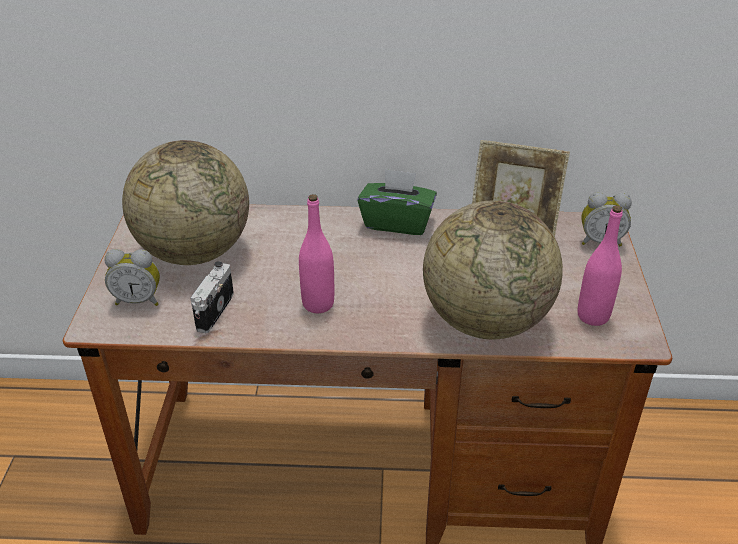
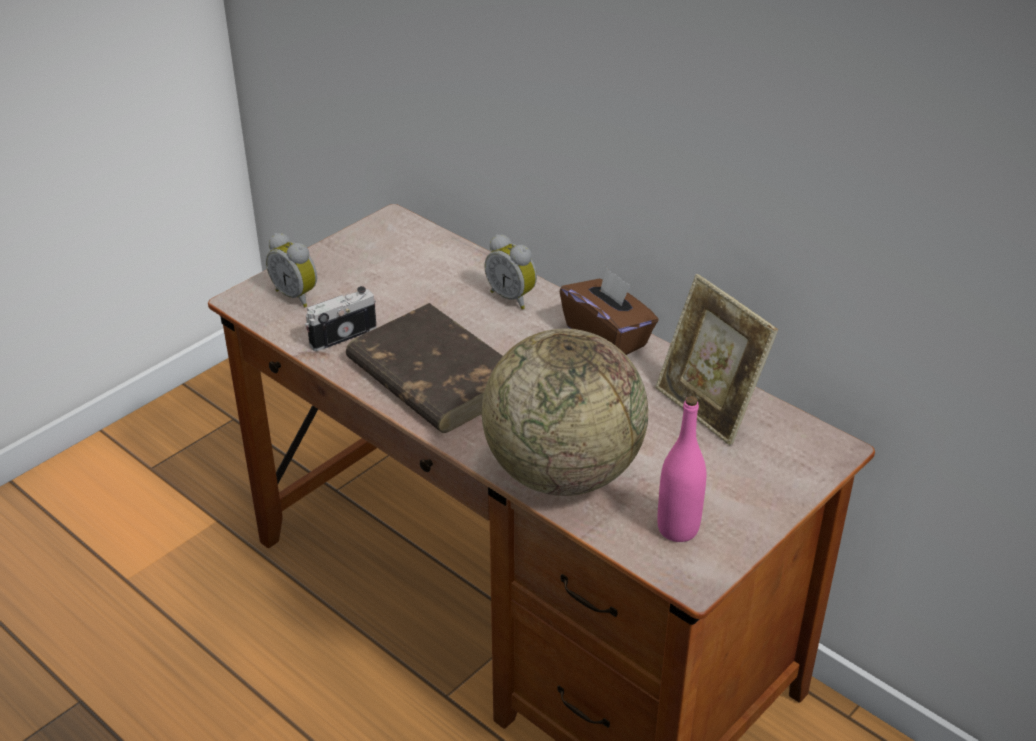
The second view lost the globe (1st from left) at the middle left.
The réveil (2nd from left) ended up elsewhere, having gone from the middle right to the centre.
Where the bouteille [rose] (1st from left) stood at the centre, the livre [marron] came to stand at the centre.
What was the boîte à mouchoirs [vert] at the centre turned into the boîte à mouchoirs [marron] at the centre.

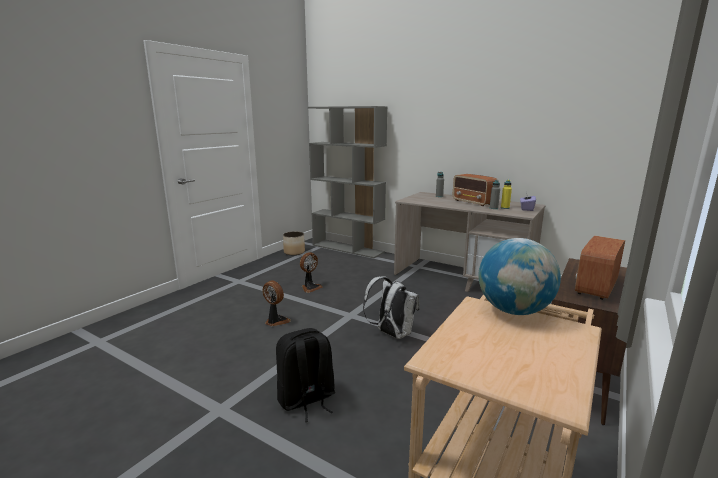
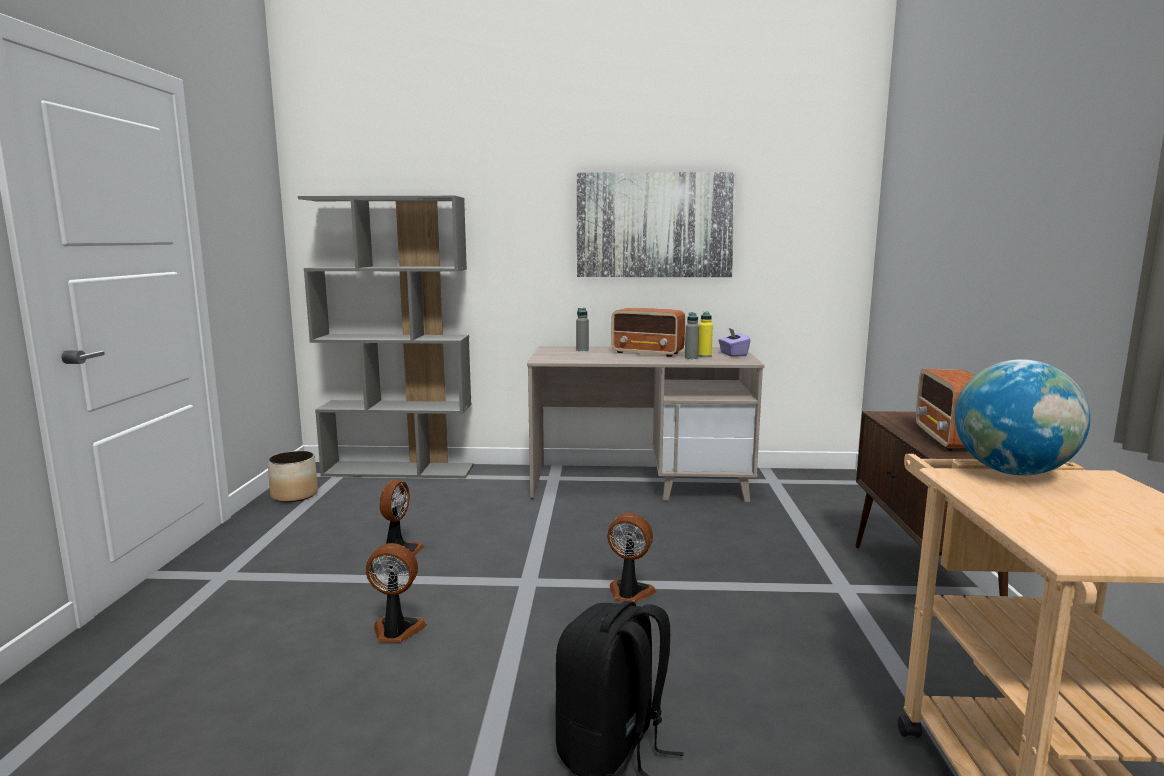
The second view gained the tableau at the top centre.
Where the sac à dos [blanc] stood at the centre, the ventilateur (3rd from left) came to stand at the bottom centre.

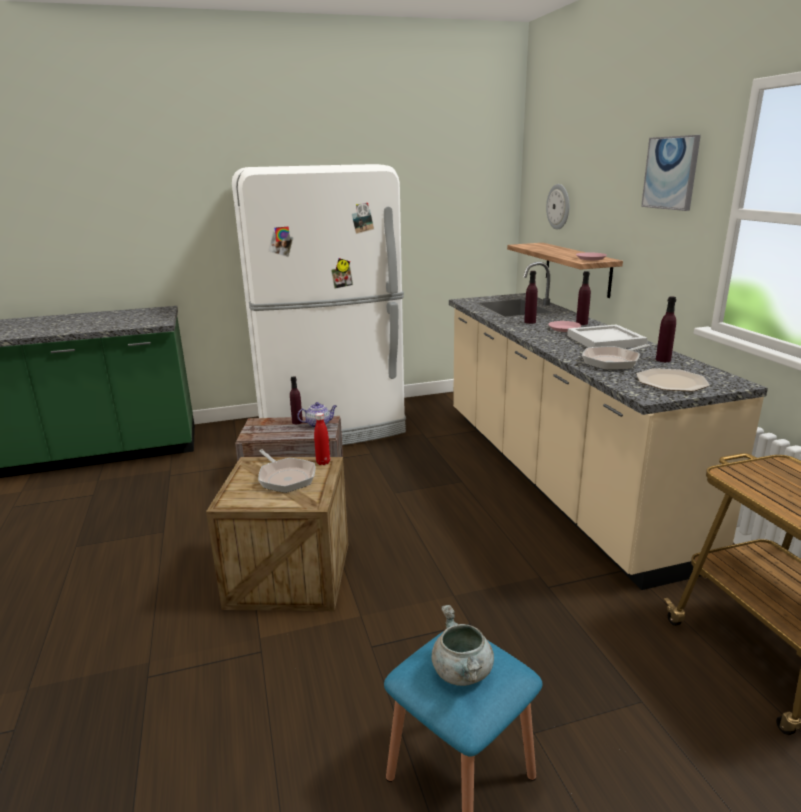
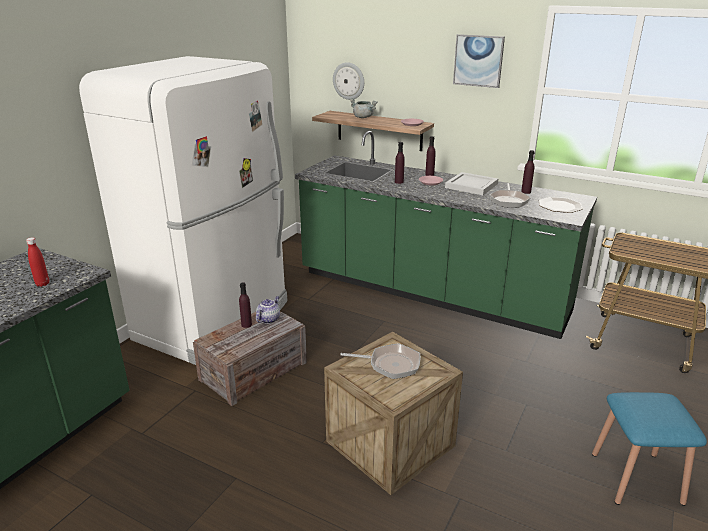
The bouteille [rouge] ended up elsewhere, having gone from the centre to the middle left.
The marmite [gris] ended up elsewhere, having gone from the bottom centre to the top centre.
What was the comptoir de cuisine [beige] at the middle right turned into the comptoir de cuisine [vert] (2nd from left) at the centre.

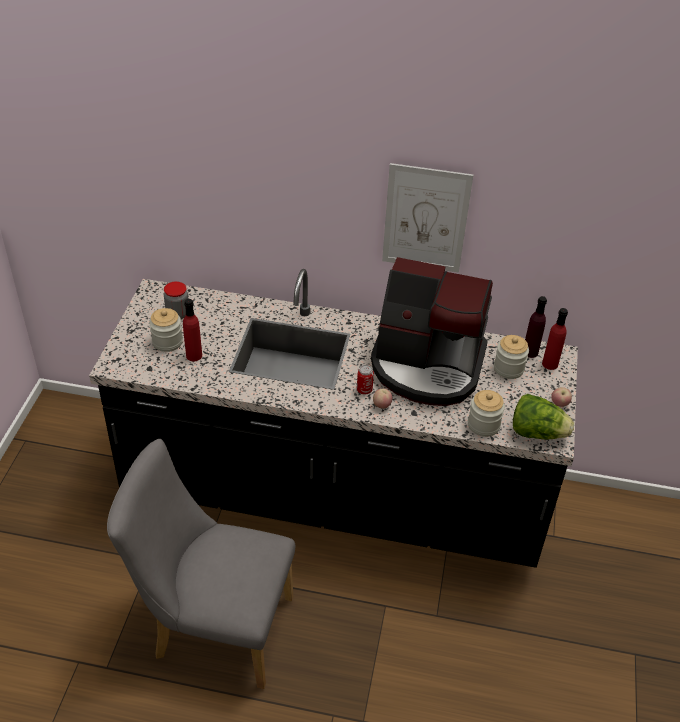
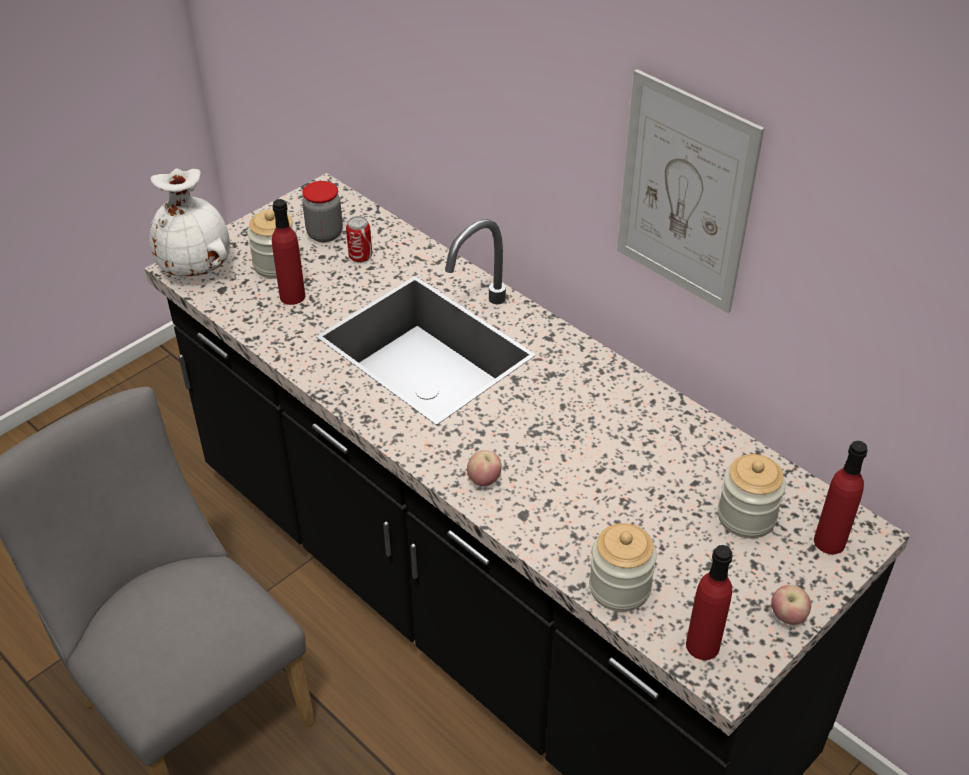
The second view lost the machine à café at the centre.
The second view lost the bouteille [violet] at the middle right.
The second view gained the vase [blanc] at the top left.
The boîte métallique ended up elsewhere, having gone from the centre to the top centre.
Where the laitue stood at the middle right, the bouteille [rouge] (2nd from left) came to stand at the bottom right.

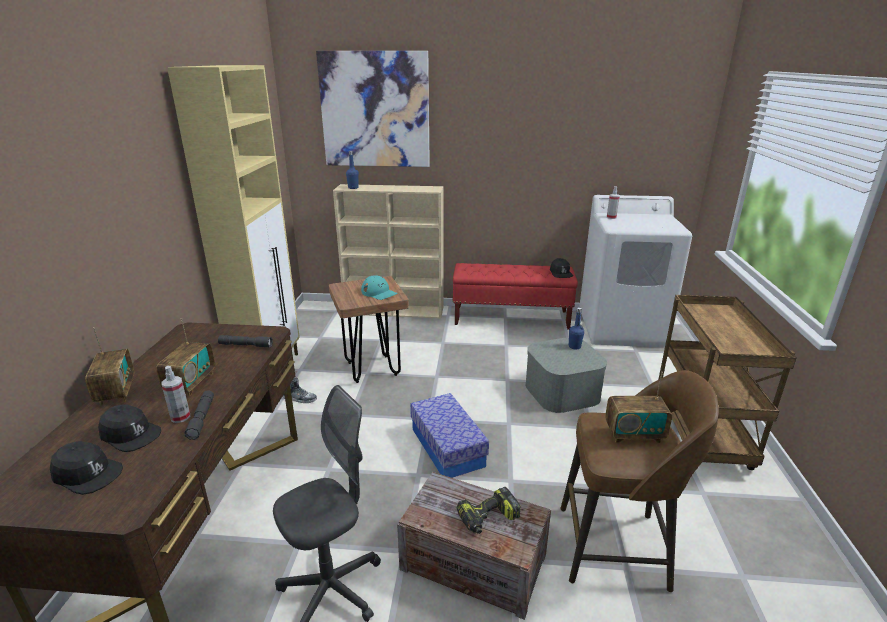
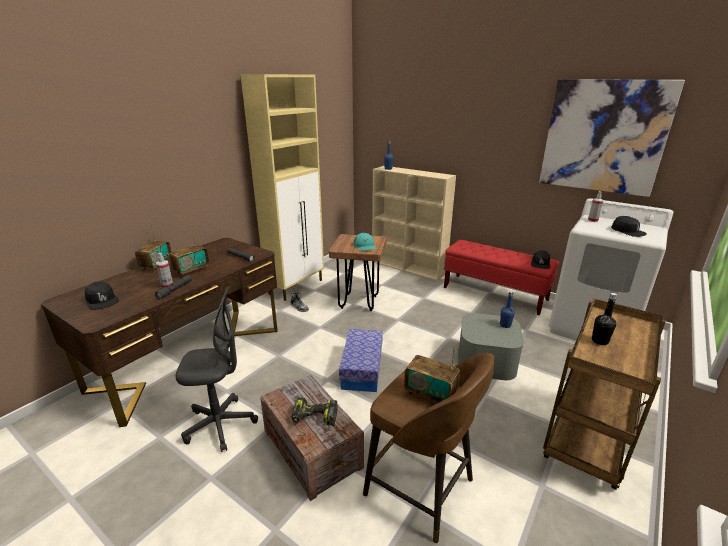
The second view gained the bouteille [noir] at the middle right.
The casquette [noir] (2nd from left in the first image) ended up elsewhere, having gone from the bottom left to the middle right.
The tableau ended up elsewhere, having gone from the top centre to the top right.

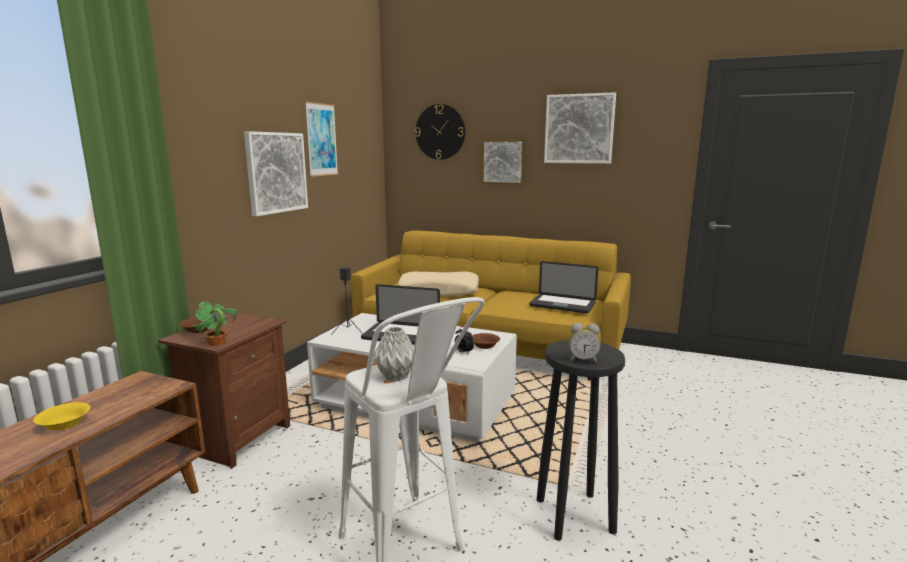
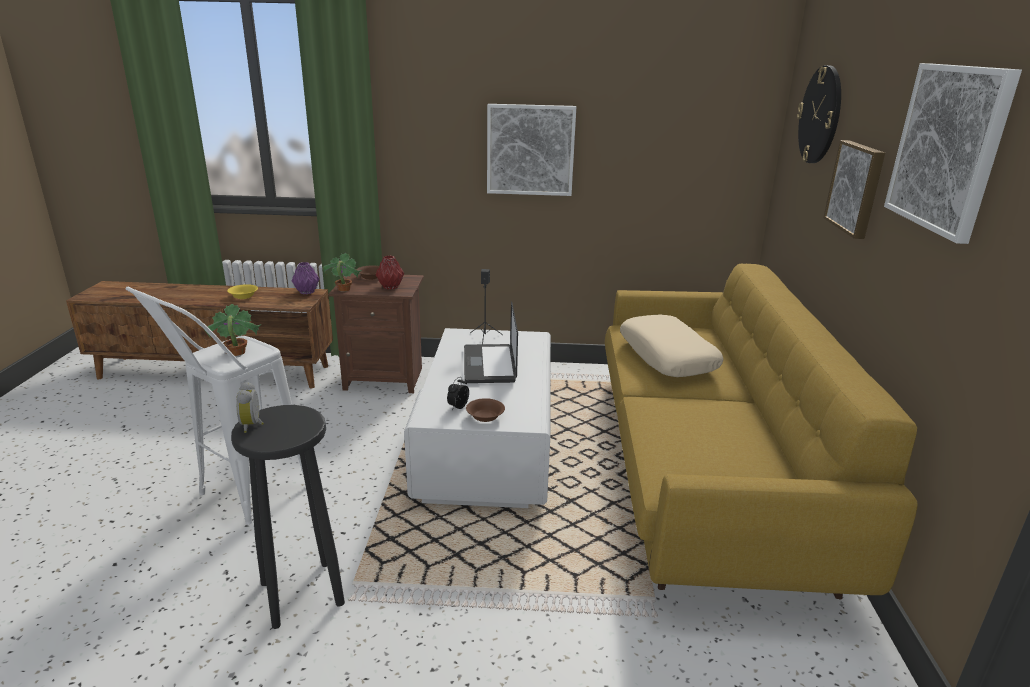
The second view lost the tableau (2nd from left) at the top centre.
The second view lost the ordinateur portable (2nd from left) at the centre.
The second view gained the vase [violet] at the middle left.
The second view gained the vase [rouge] at the centre.
Where the vase [gris] stood at the centre, the plante en pot (1st from left) came to stand at the middle left.

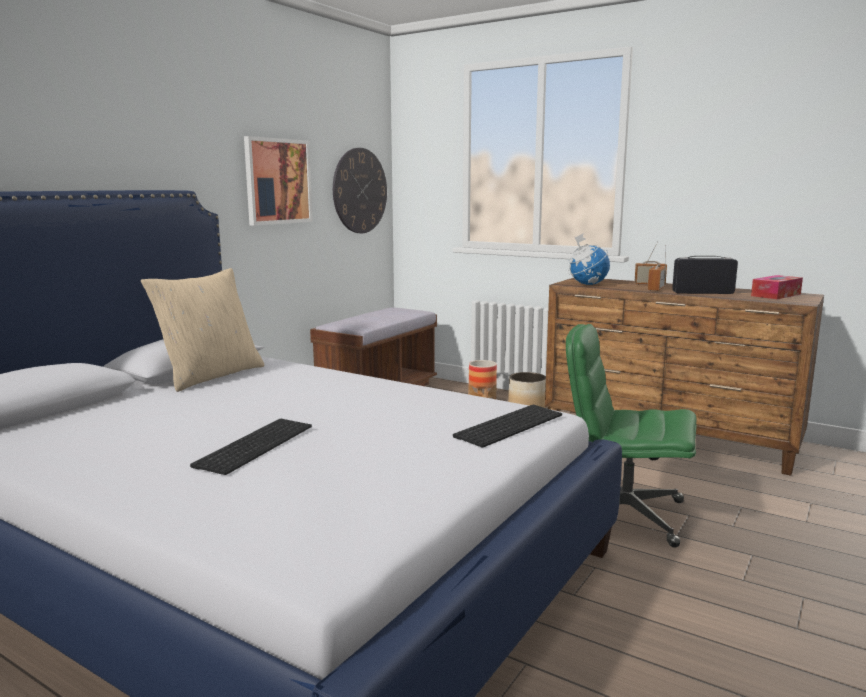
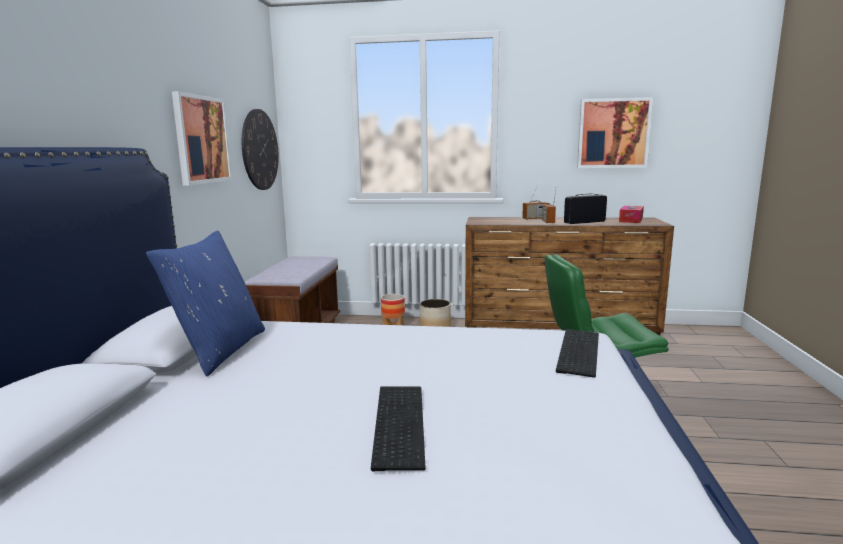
The second view lost the globe at the middle right.
The second view gained the tableau (2nd from left) at the top right.
What was the coussin [beige] at the middle left turned into the coussin [bleu] at the middle left.

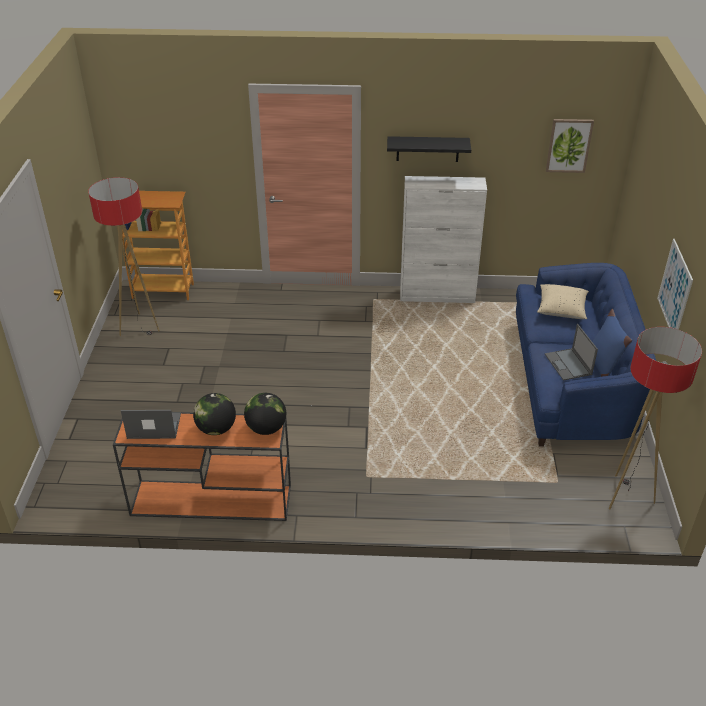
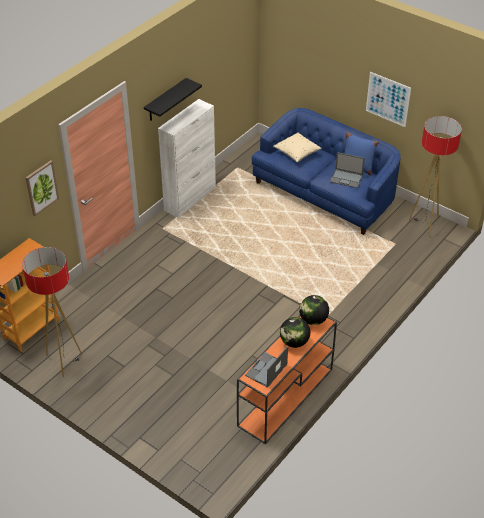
The tableau (1st from left) ended up elsewhere, having gone from the top right to the middle left.

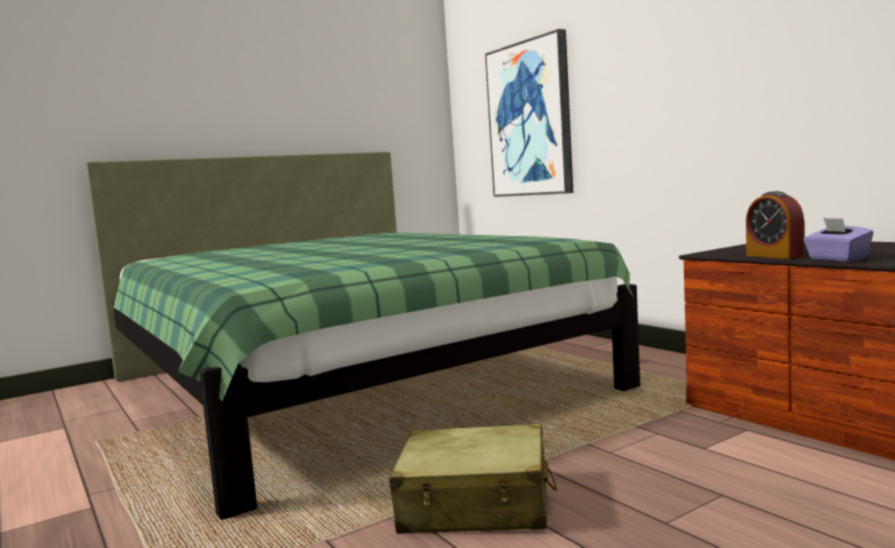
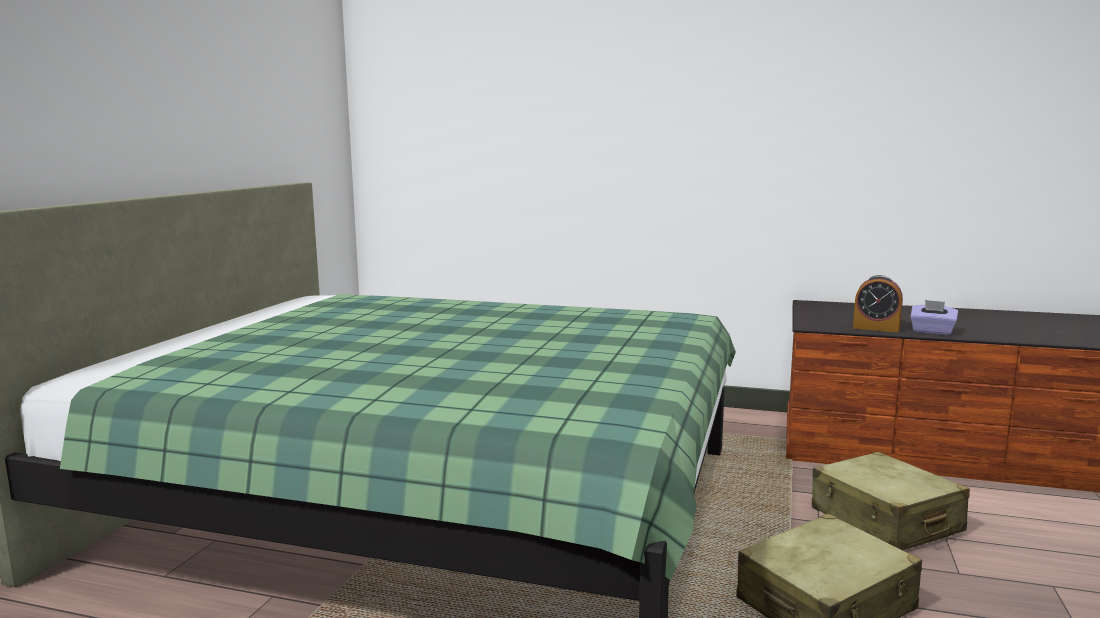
The second view lost the tableau at the top centre.
The second view gained the valise [beige] (2nd from left) at the bottom right.

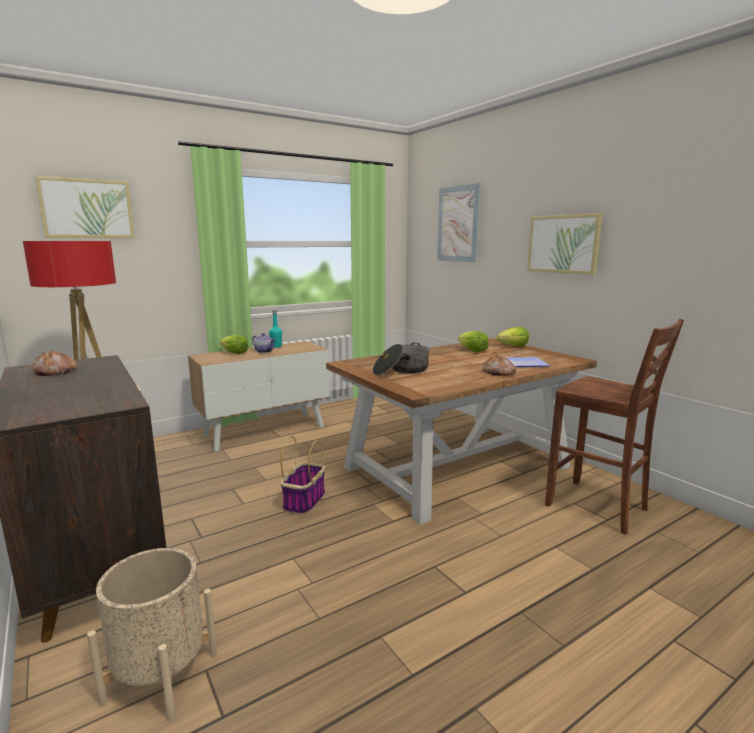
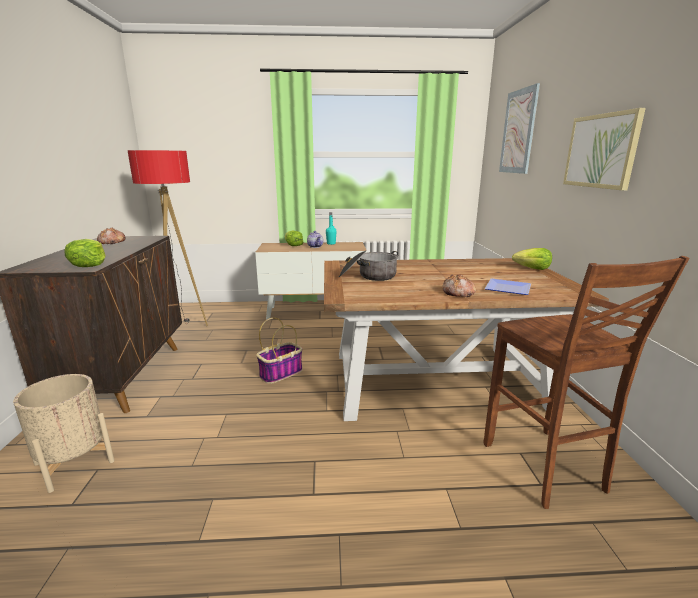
The second view lost the tableau (1st from left) at the top left.
The laitue (2nd from left in the first image) ended up elsewhere, having gone from the centre to the middle left.

